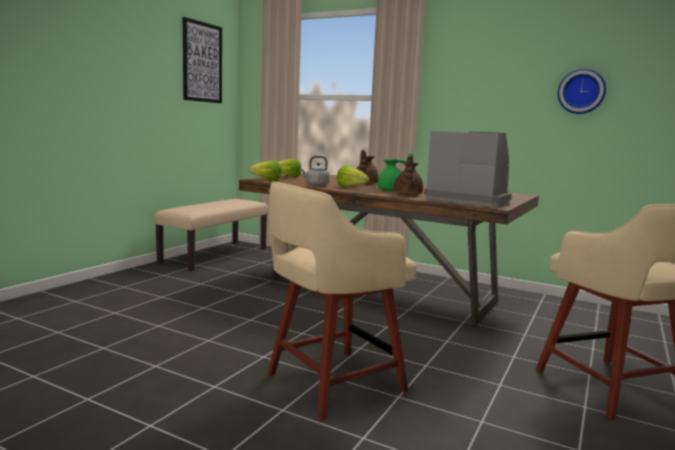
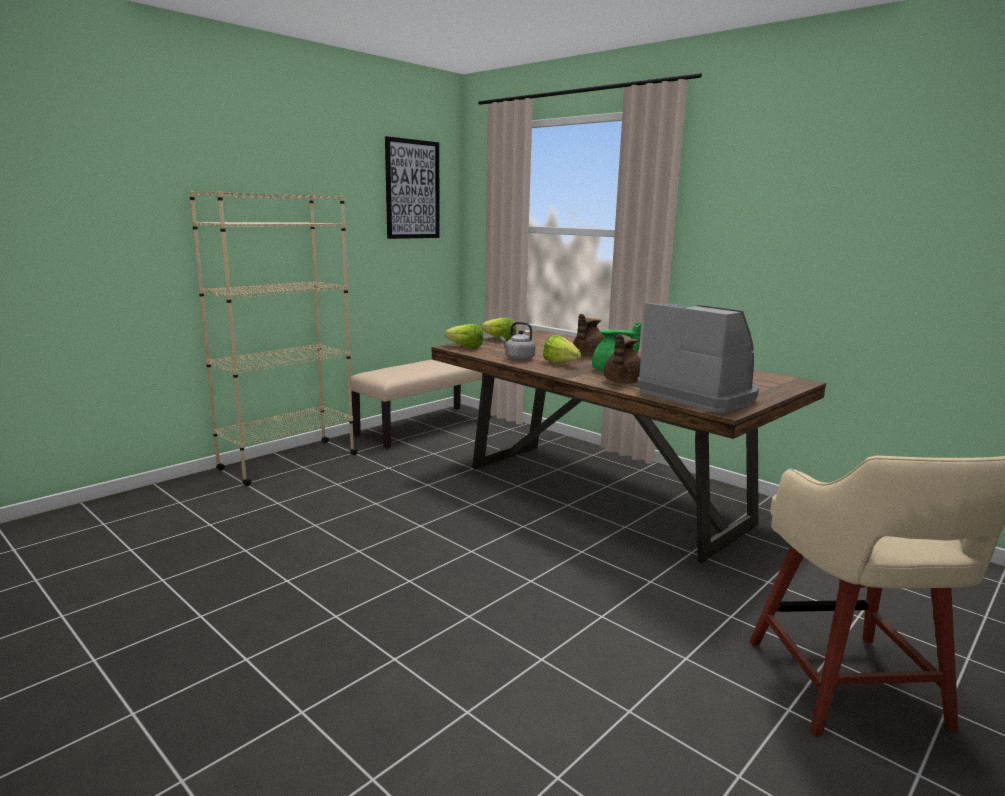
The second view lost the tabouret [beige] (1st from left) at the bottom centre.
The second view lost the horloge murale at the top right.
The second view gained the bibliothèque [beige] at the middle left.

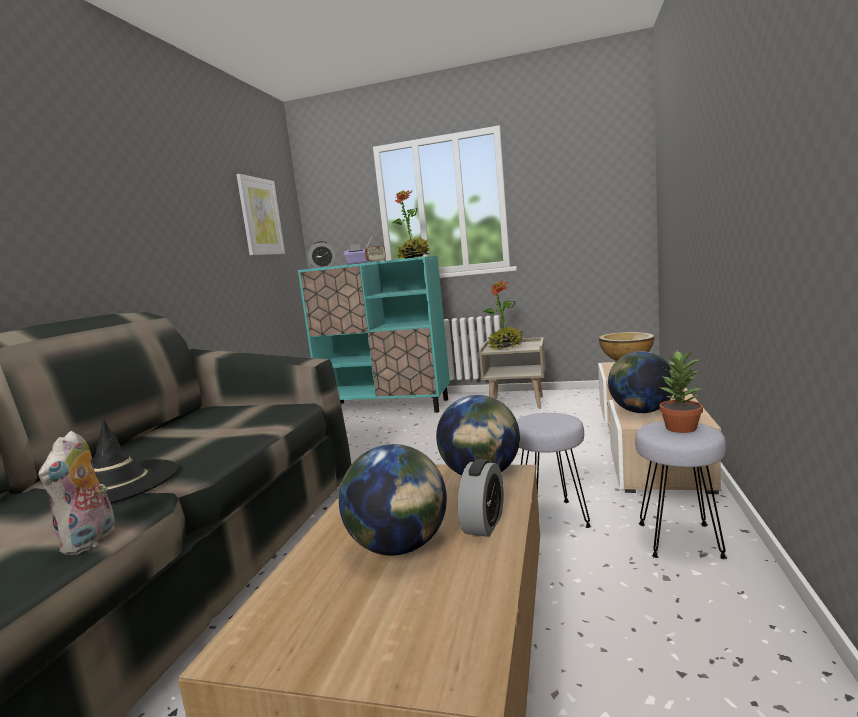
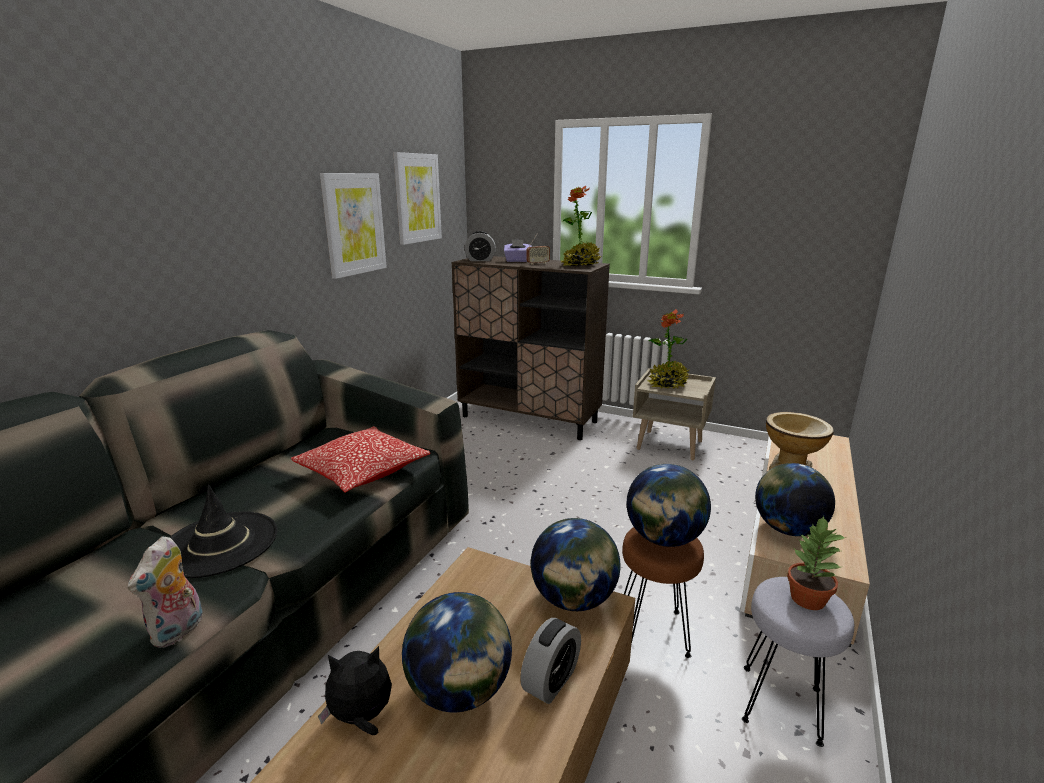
The second view gained the coussin at the centre.
The second view gained the peluche (2nd from left) at the bottom centre.
The second view gained the tableau (1st from left) at the top centre.
The second view gained the globe (3rd from left) at the centre.
What was the meuble de rangement [turquoise] at the centre turned into the meuble de rangement [marron] at the centre.
What was the tabouret [gris] (1st from left) at the centre turned into the tabouret [marron] at the bottom centre.

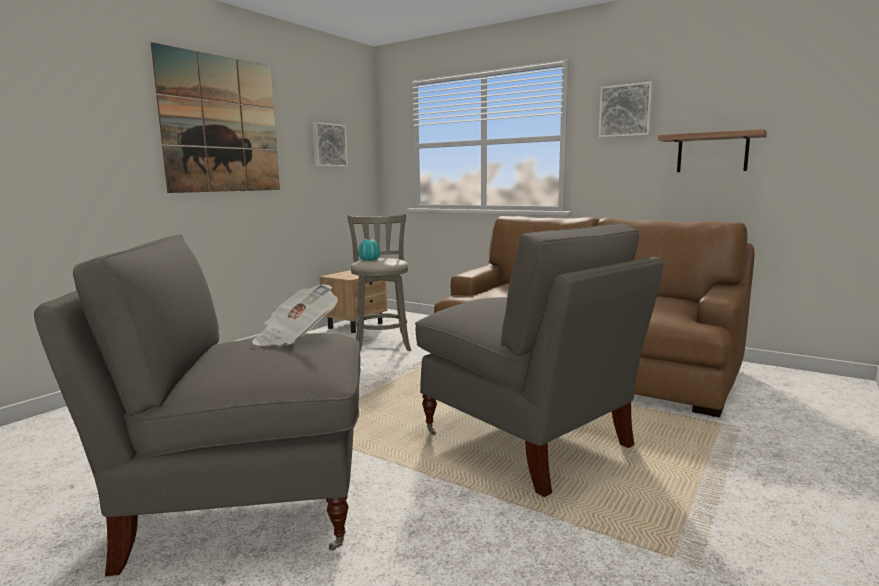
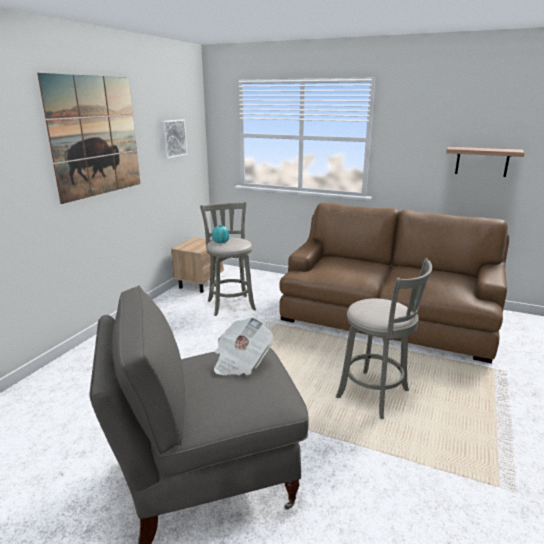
The second view lost the tableau (3rd from left) at the top right.
Where the fauteuil [gris] (2nd from left) stood at the centre, the tabouret [gris] (2nd from left) came to stand at the middle right.

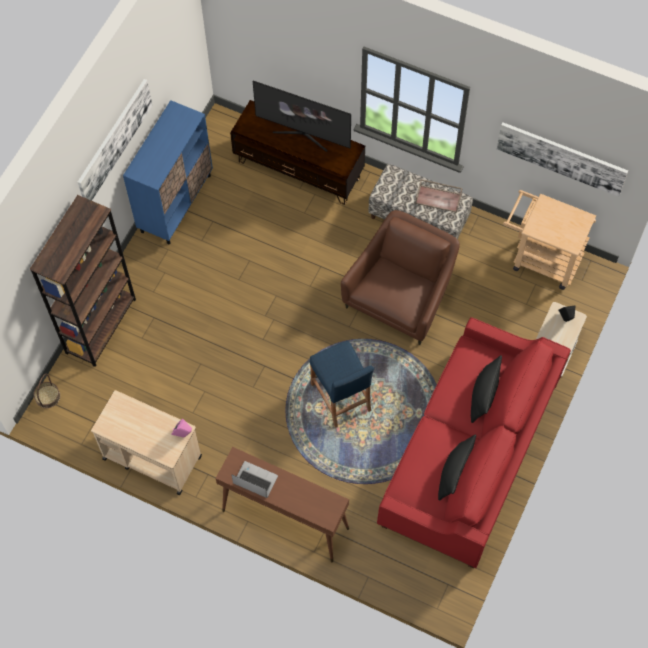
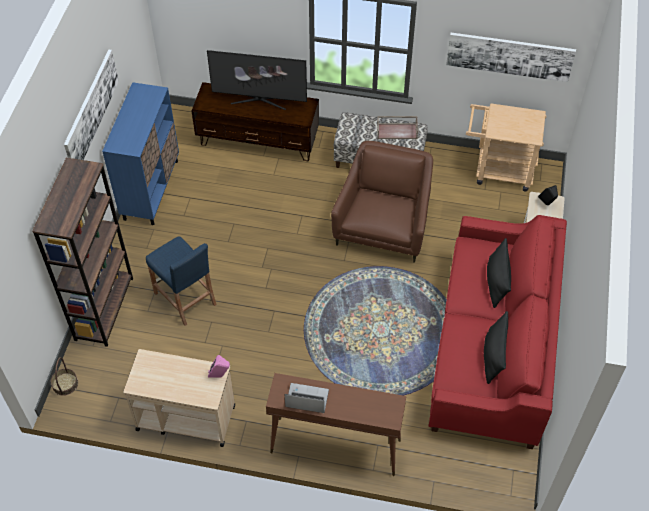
The tabouret [bleu] ended up elsewhere, having gone from the centre to the middle left.

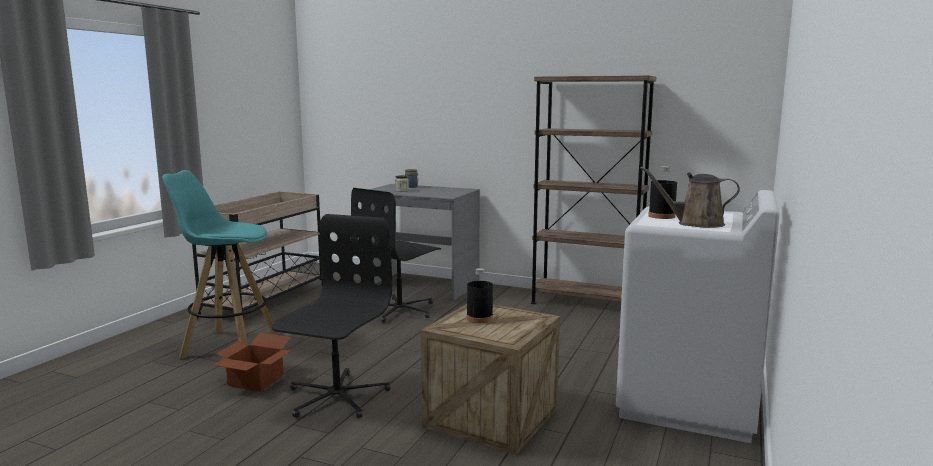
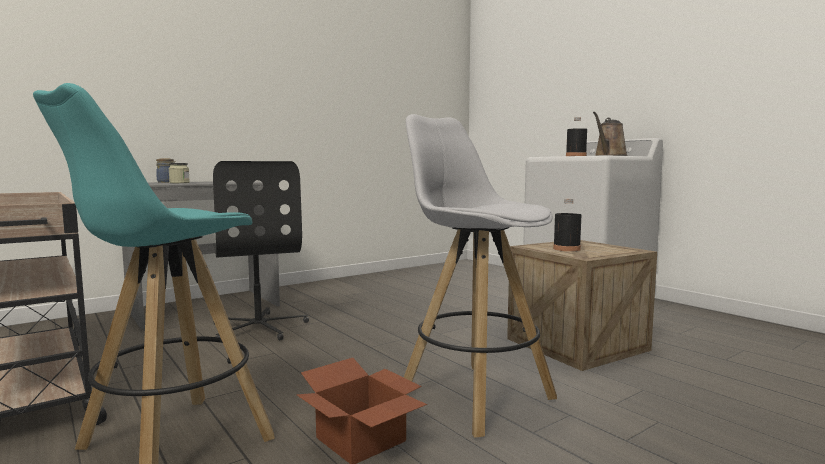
The second view lost the bibliothèque [marron] at the centre.
Where the chaise de bureau [noir] (1st from left) stood at the bottom centre, the tabouret [blanc] came to stand at the centre.

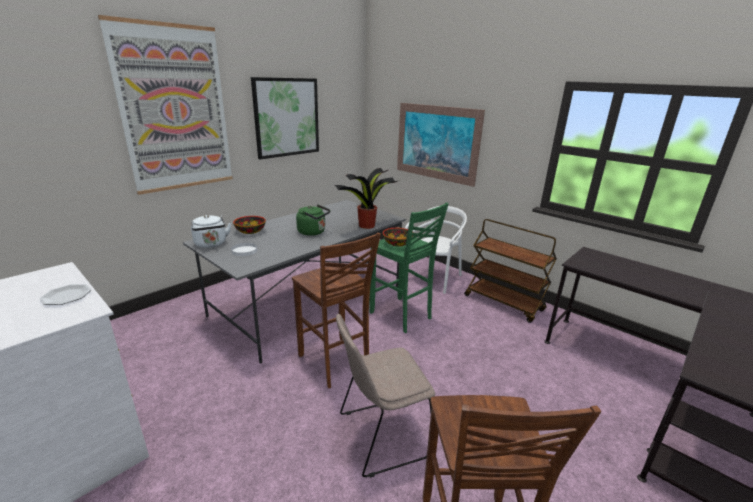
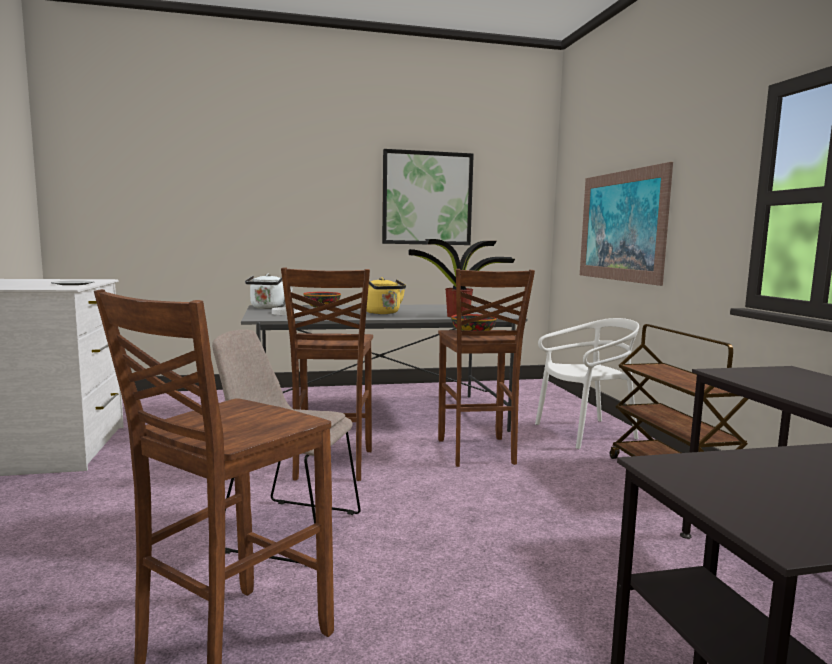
The second view lost the tableau (1st from left) at the top left.
What was the bouilloire [vert] at the centre turned into the bouilloire [jaune] at the centre.
What was the tabouret [vert] at the centre turned into the tabouret [marron] (3rd from left) at the centre.

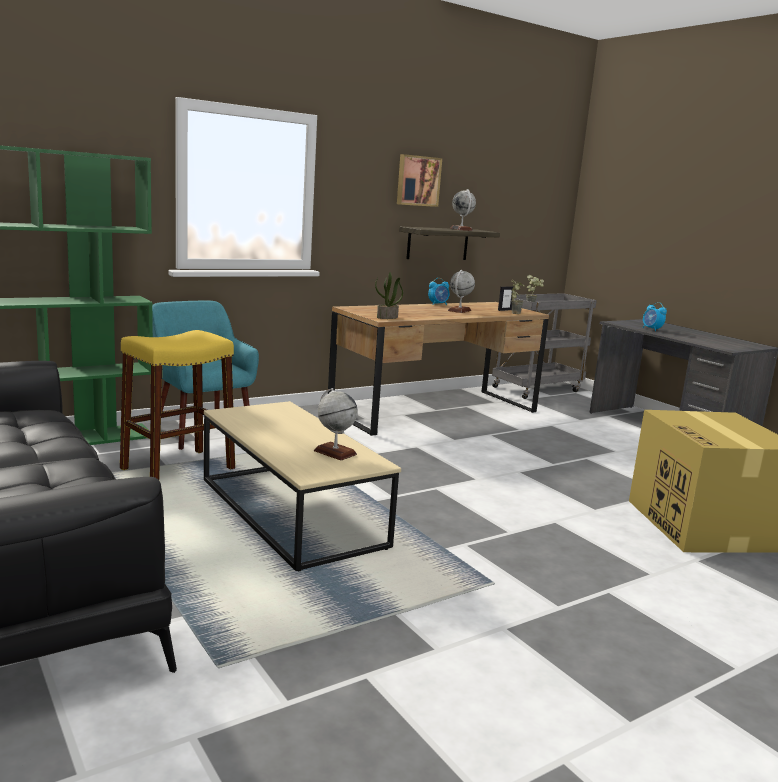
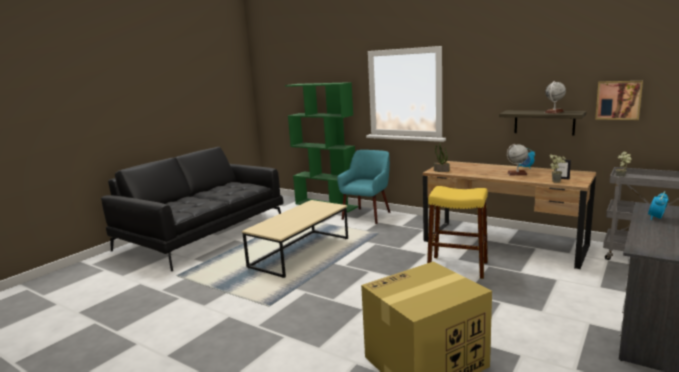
The second view lost the globe (1st from left) at the centre.
The tabouret [jaune] ended up elsewhere, having gone from the middle left to the middle right.
The tableau ended up elsewhere, having gone from the top centre to the top right.

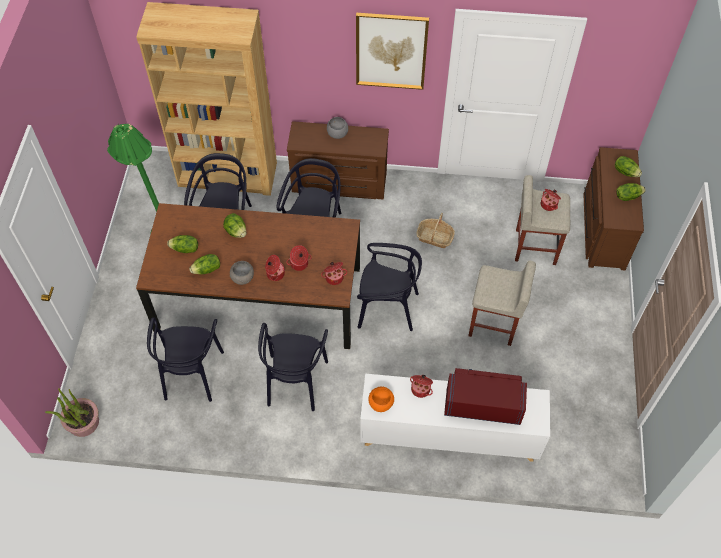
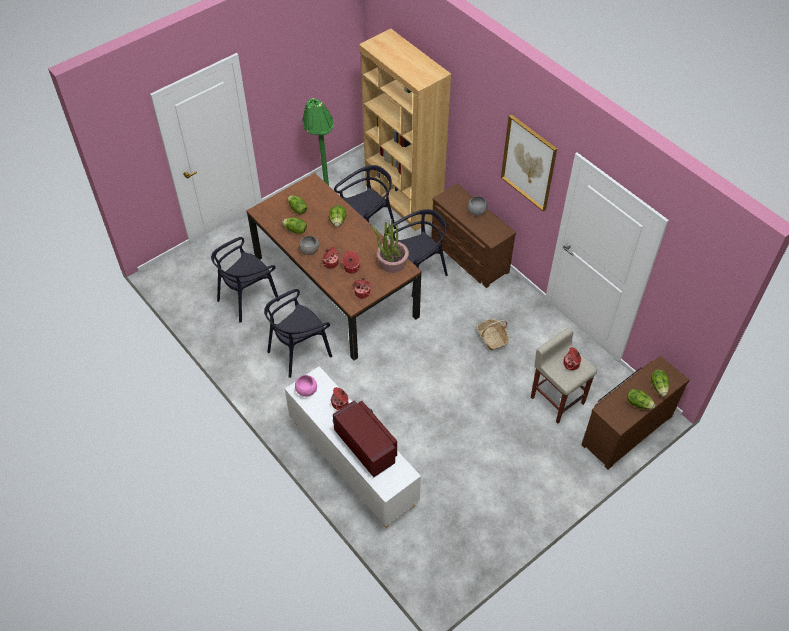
The second view lost the chaise [noir] (5th from left) at the centre.
The second view lost the tabouret [beige] (1st from left) at the middle right.
The plante en pot ended up elsewhere, having gone from the bottom left to the centre.
What was the bol [orange] at the bottom centre turned into the bol [rose] at the centre.

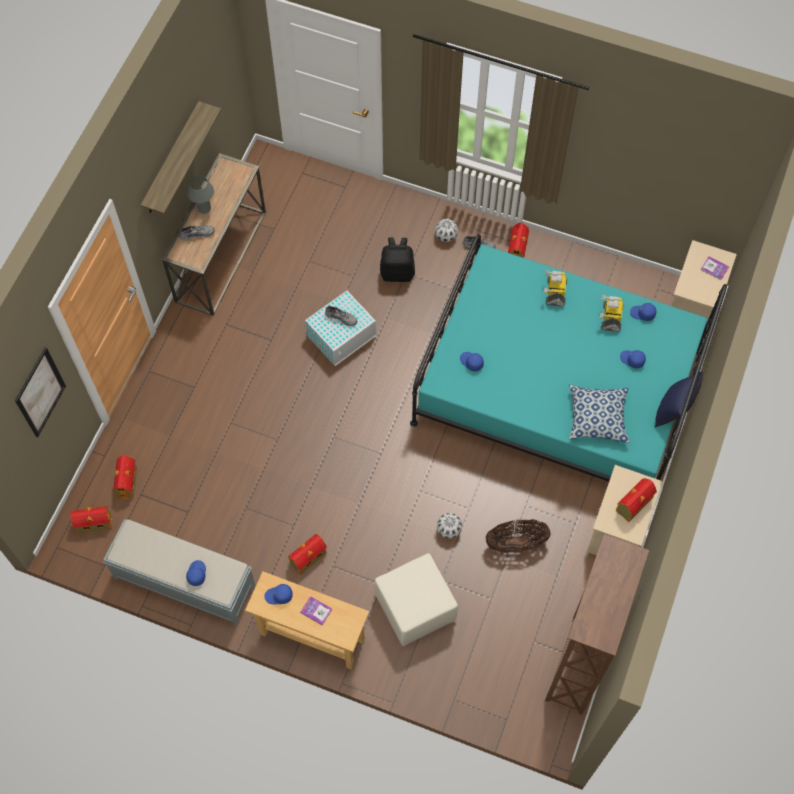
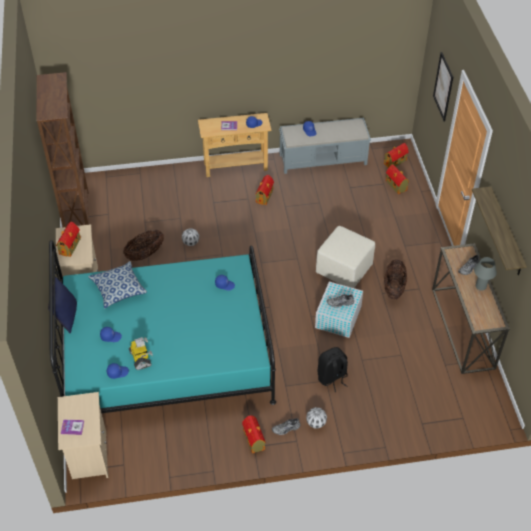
The second view lost the robot jouet (1st from left) at the middle right.
The second view gained the panier (2nd from left) at the middle right.
The pouf [beige] ended up elsewhere, having gone from the bottom centre to the centre.

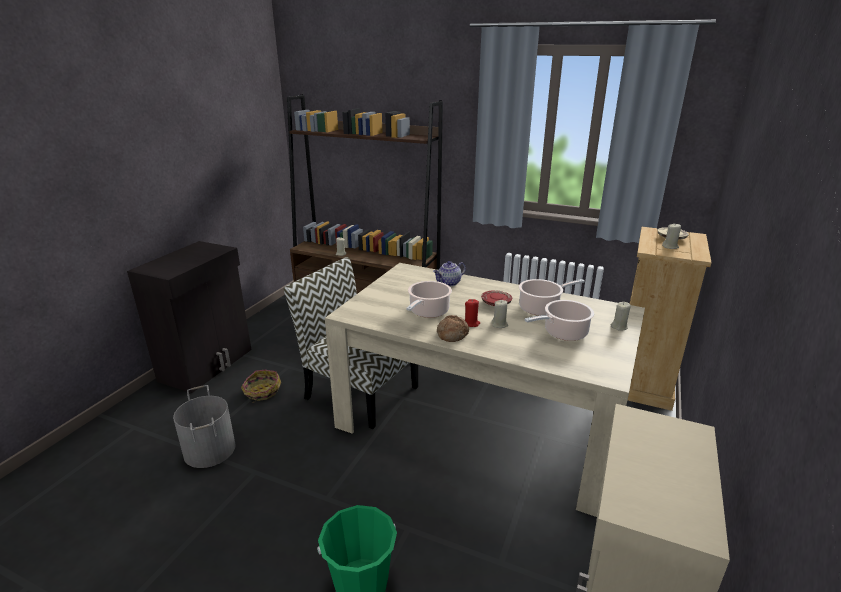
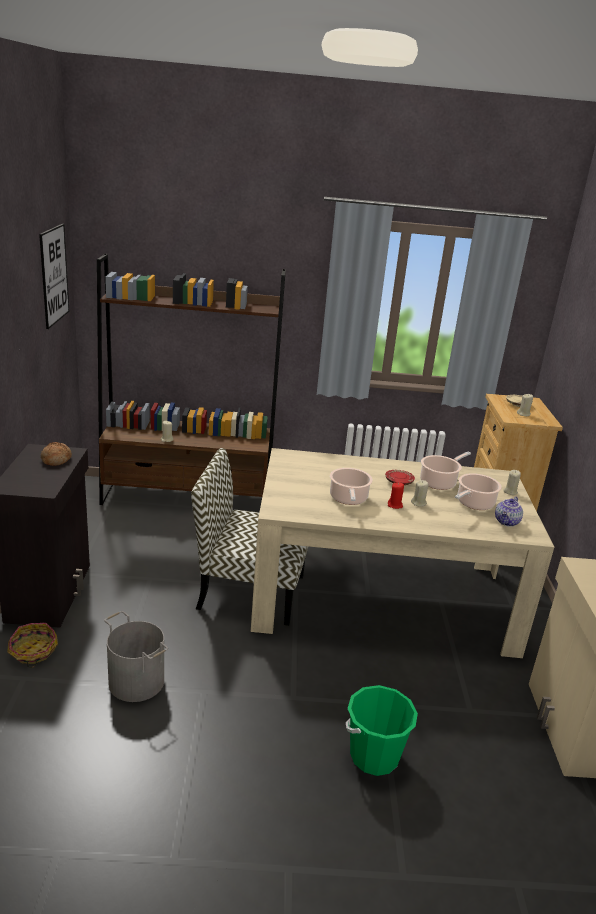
The second view gained the tableau at the top left.
The panier ended up elsewhere, having gone from the middle left to the bottom left.
The théière ended up elsewhere, having gone from the centre to the middle right.
The pain ended up elsewhere, having gone from the centre to the middle left.

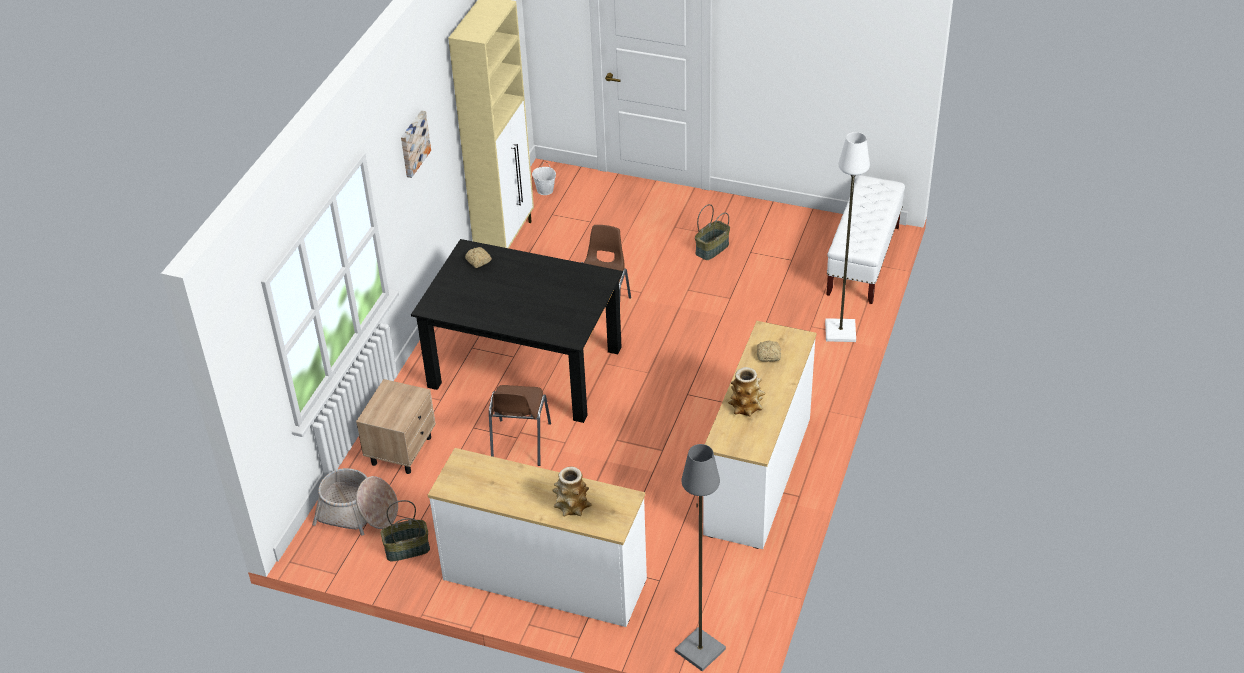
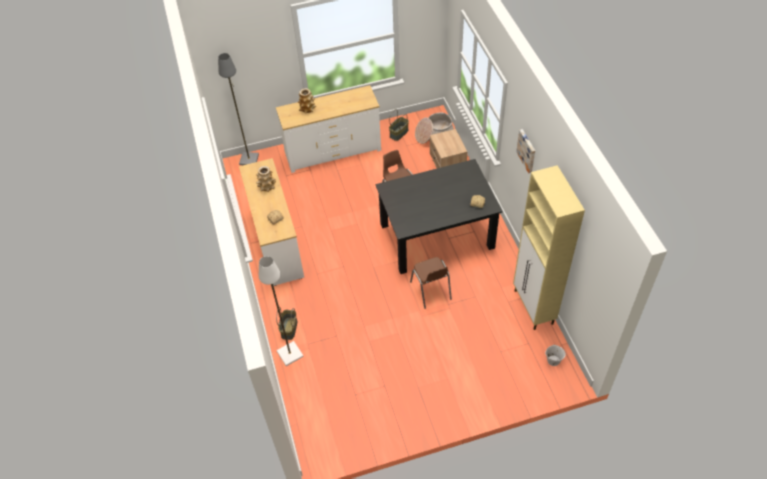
The second view lost the banc [blanc] at the middle right.
The panier (3rd from left in the first image) ended up elsewhere, having gone from the centre to the bottom centre.

